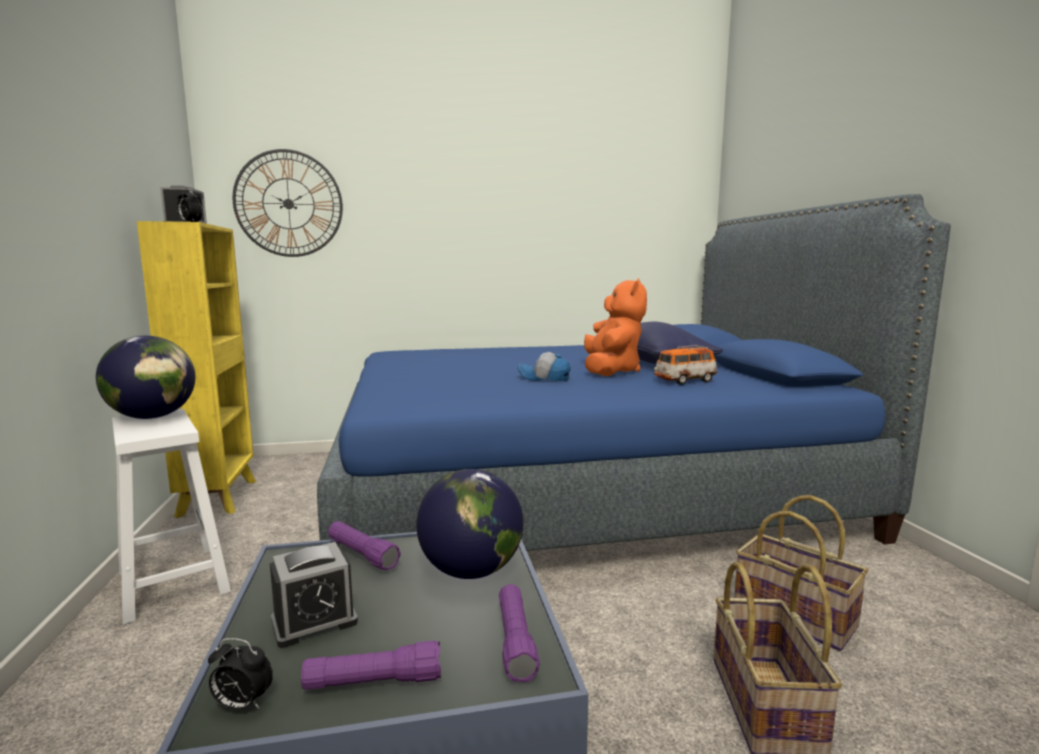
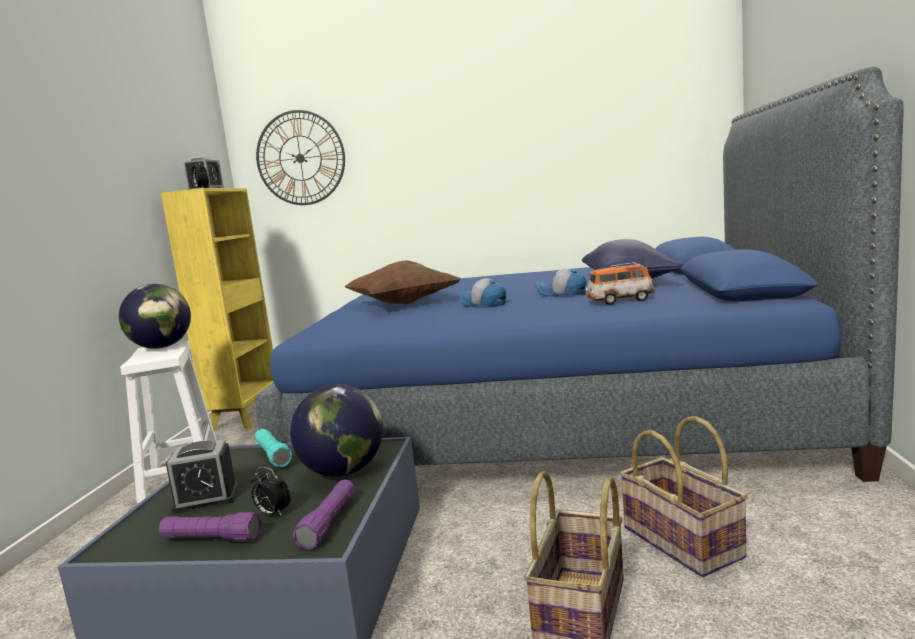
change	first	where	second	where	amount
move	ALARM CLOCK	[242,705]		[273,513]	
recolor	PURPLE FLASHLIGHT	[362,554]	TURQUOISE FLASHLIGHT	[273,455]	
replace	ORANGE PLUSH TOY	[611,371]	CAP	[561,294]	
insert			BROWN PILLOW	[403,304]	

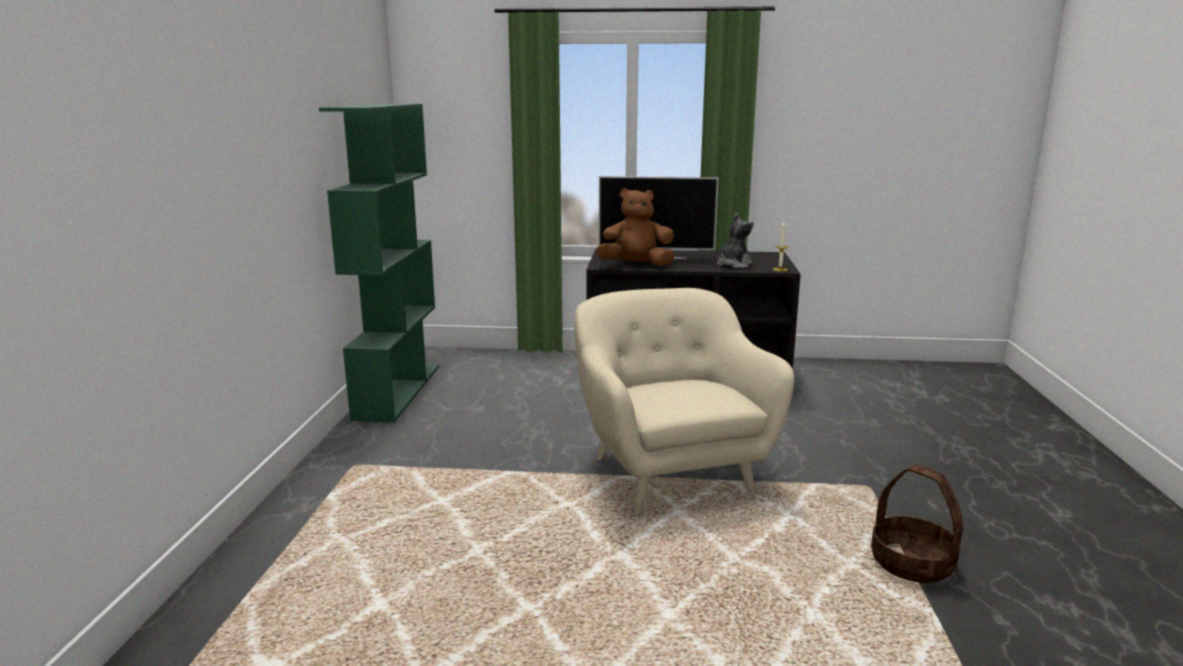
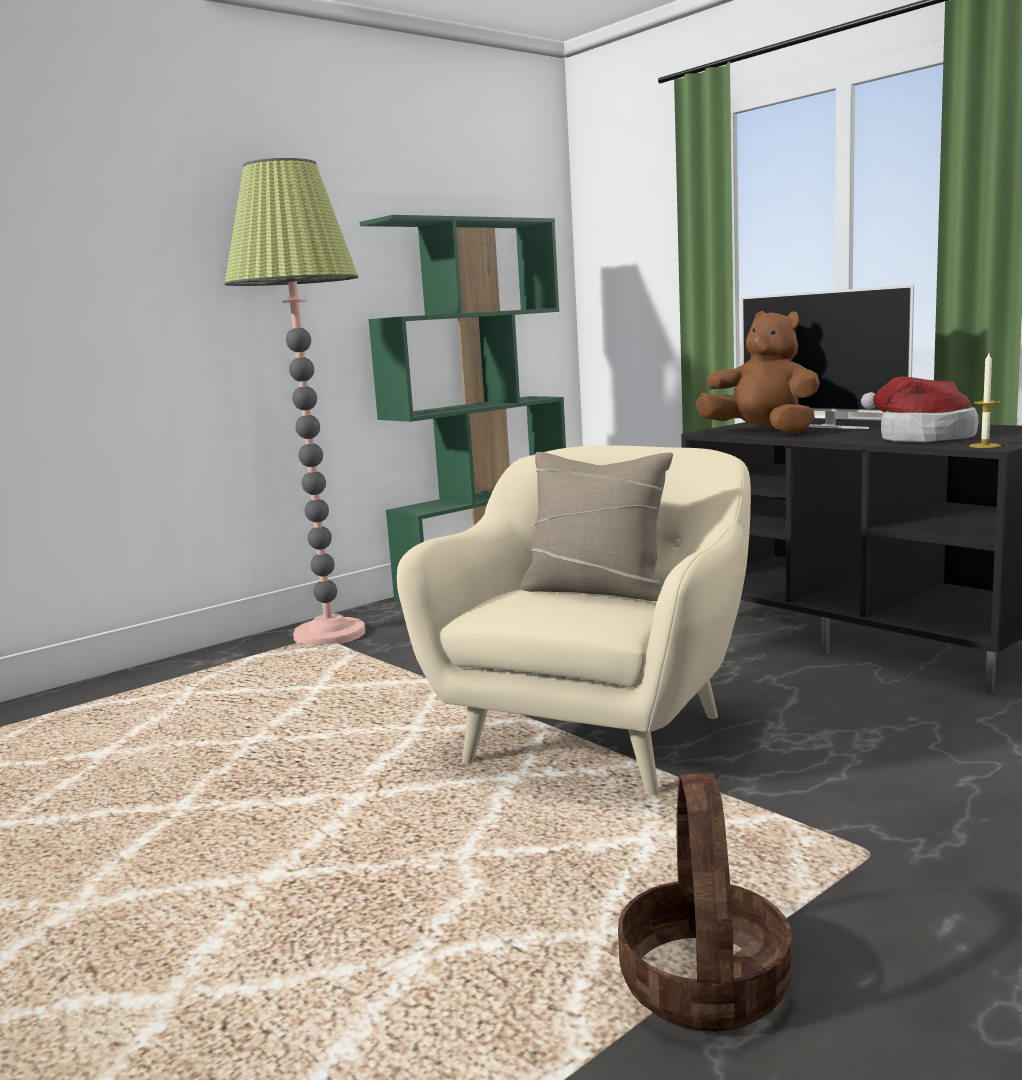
change	first	where	second	where	amount
replace	PLUSH TOY	[733,265]	HAT	[920,437]	
insert			FLOOR LAMP	[329,634]	
insert			BEIGE PILLOW	[597,590]	

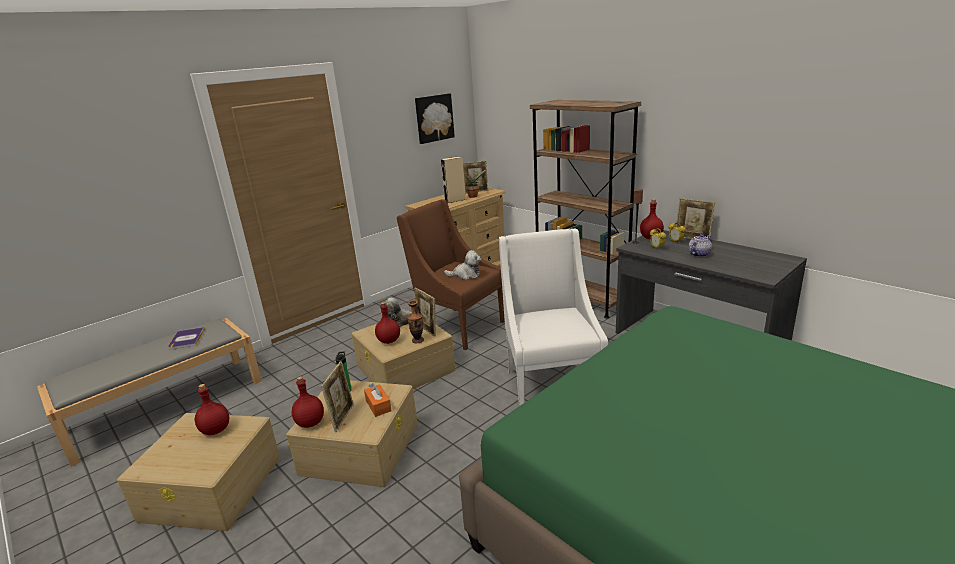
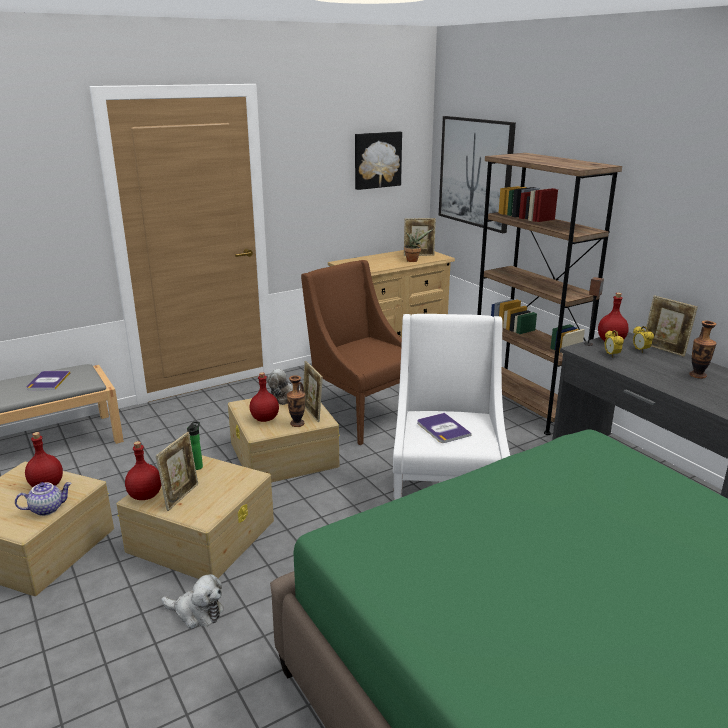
change	first	where	second	where	amount
delete	ORANGE TISSUE BOX	[378,405]			
delete	BEIGE SPEAKER	[455,200]			
move	PLUSH TOY	[466,275]		[197,612]	
move	TEAPOT	[698,254]		[47,509]	
insert			BOOK	[443,429]	
insert			PICTURE	[475,172]	
insert			VASE	[697,375]	

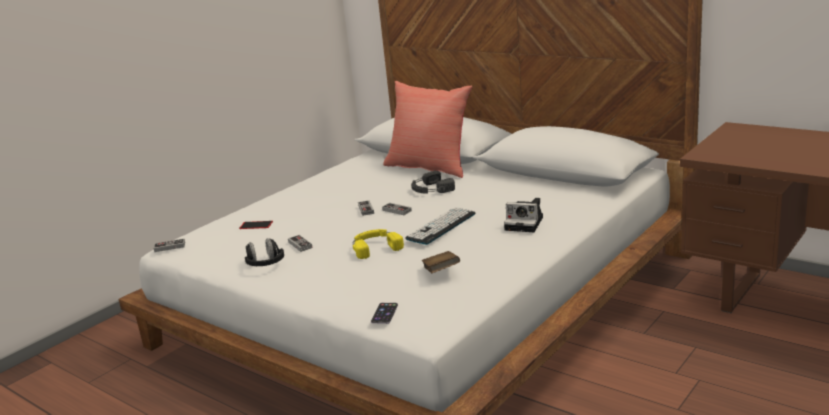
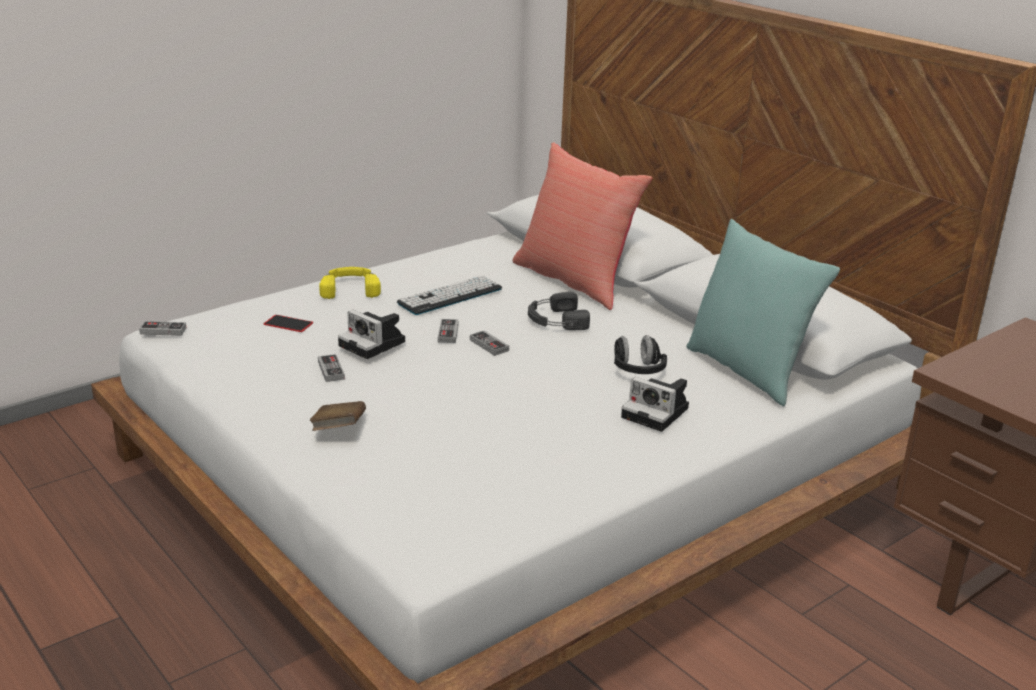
change	first	where	second	where	amount
move	BLACK HEADPHONES	[265,264]		[637,370]	
move	YELLOW HEADPHONES	[375,247]		[350,288]	
delete	PHONE	[384,313]			
move	KEYBOARD	[441,226]		[450,296]	
move	BROWN BOOK	[441,272]		[339,430]	
insert			PHOTO CAMERA	[374,344]	
insert			TURQUOISE PILLOW	[748,371]	

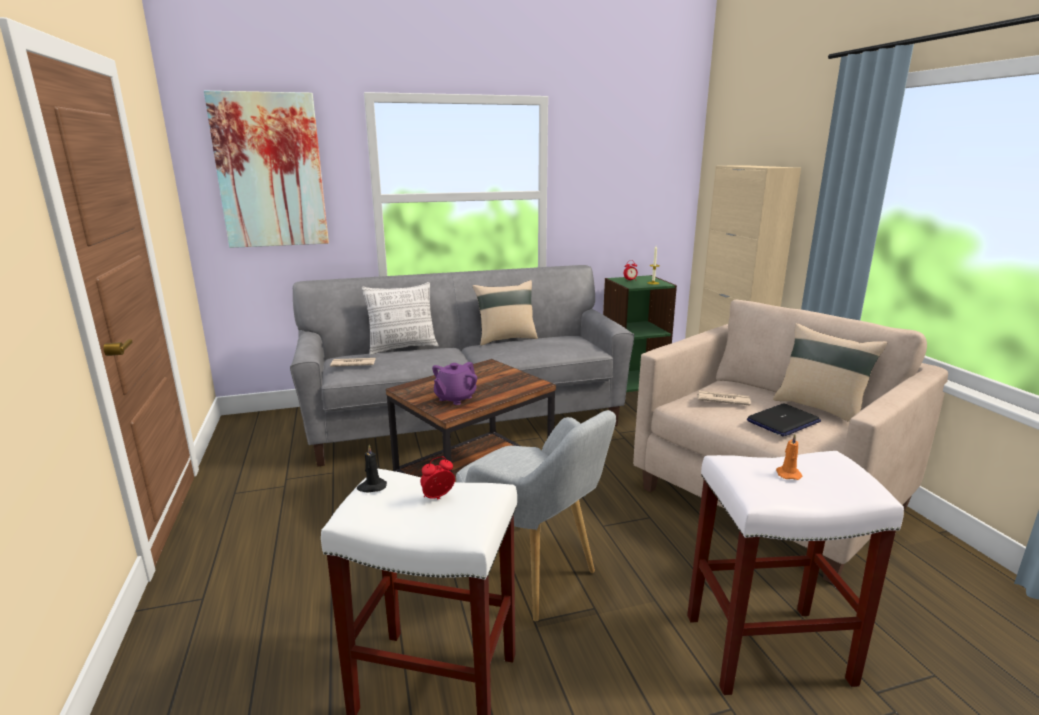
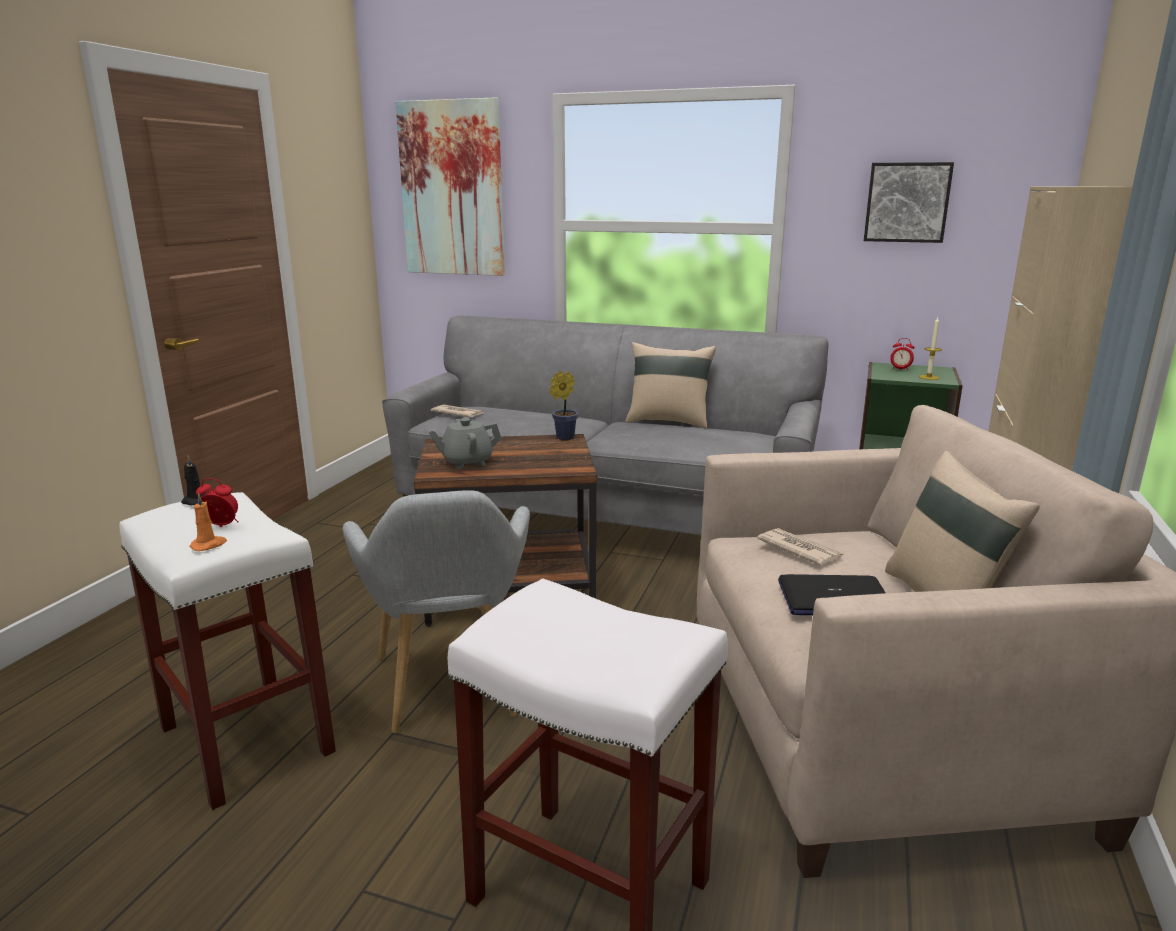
change	first	where	second	where	amount
delete	PILLOW	[403,348]			
recolor	PURPLE TEAPOT	[455,398]	GREY TEAPOT	[466,462]	
move	ORANGE CANDLE	[787,474]		[209,545]	
insert			POTTED PLANT	[563,438]	
insert			PICTURE	[907,202]	

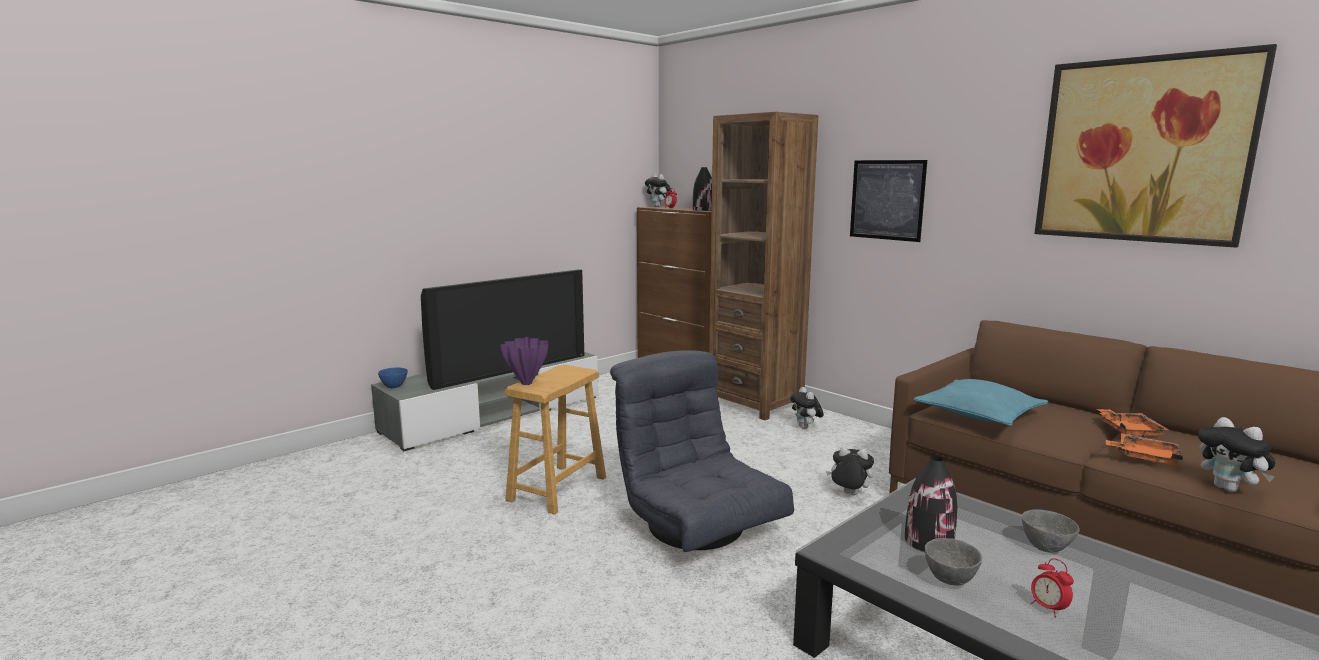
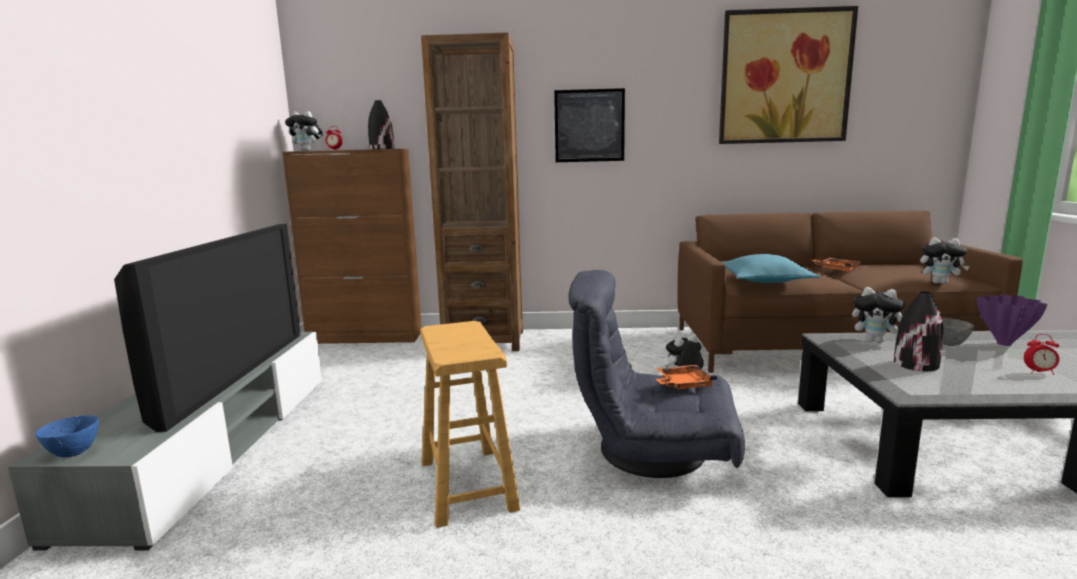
change	first	where	second	where	amount
move	PURPLE VASE	[526,383]		[1005,344]	
move	PLUSH TOY	[805,427]		[876,341]	
delete	GREY BOWL	[951,581]			
move	ORANGE TRAY	[1144,457]		[683,385]	

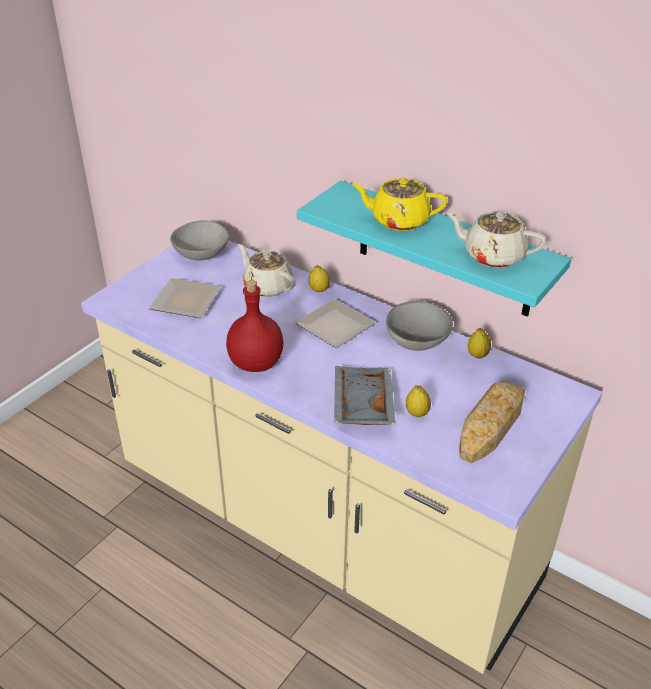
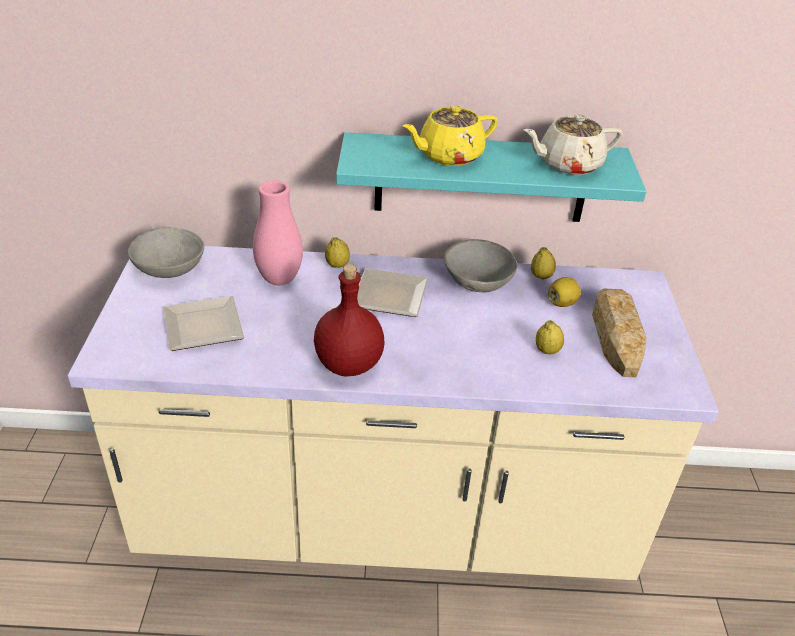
change	first	where	second	where	amount
replace	BEIGE TEAPOT	[267,286]	PINK VASE	[279,279]	
delete	GREY TRAY	[361,405]			
insert			LEMON	[562,303]	

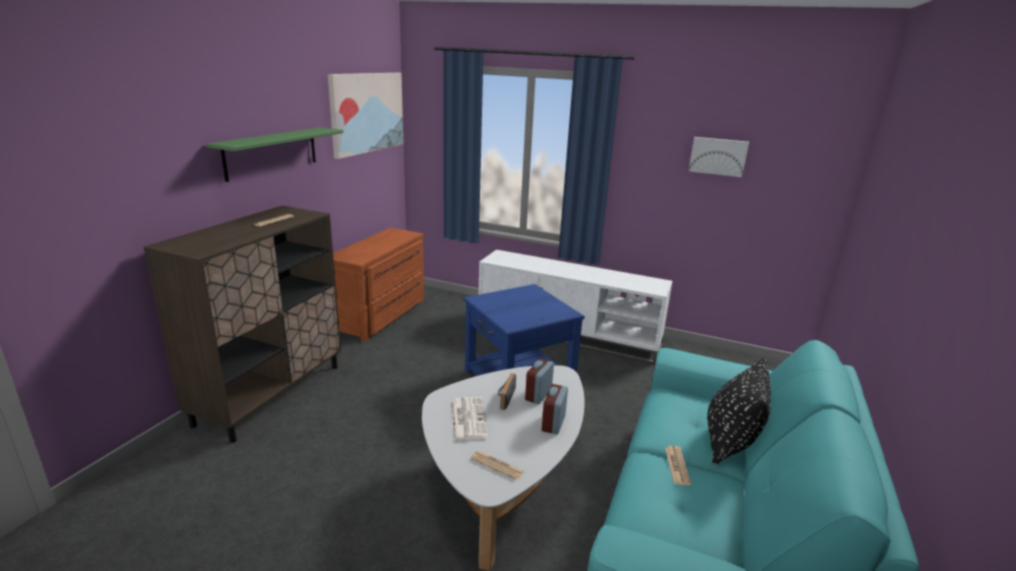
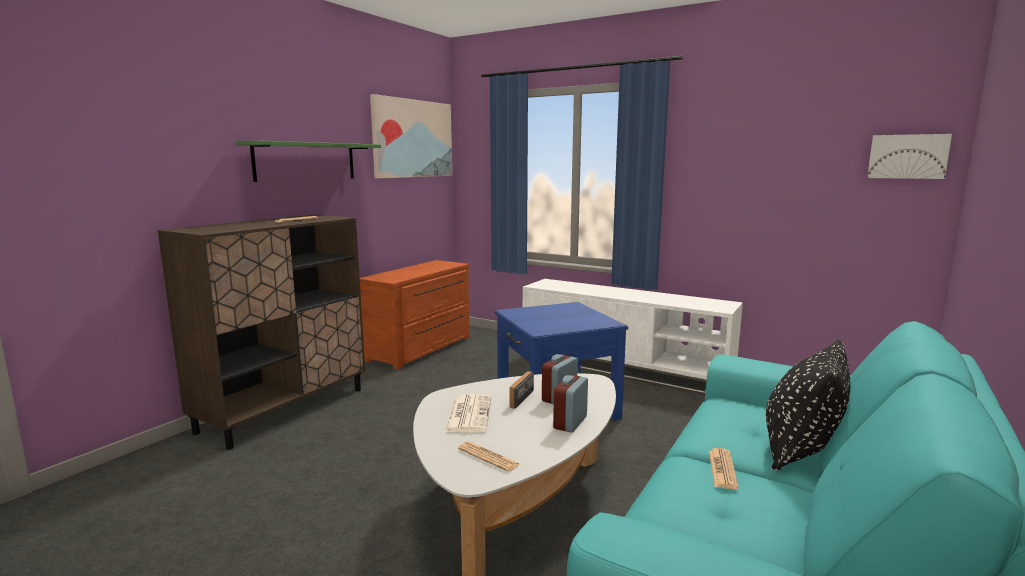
change	first	where	second	where	amount
move	PICTURE	[718,156]		[907,156]	

